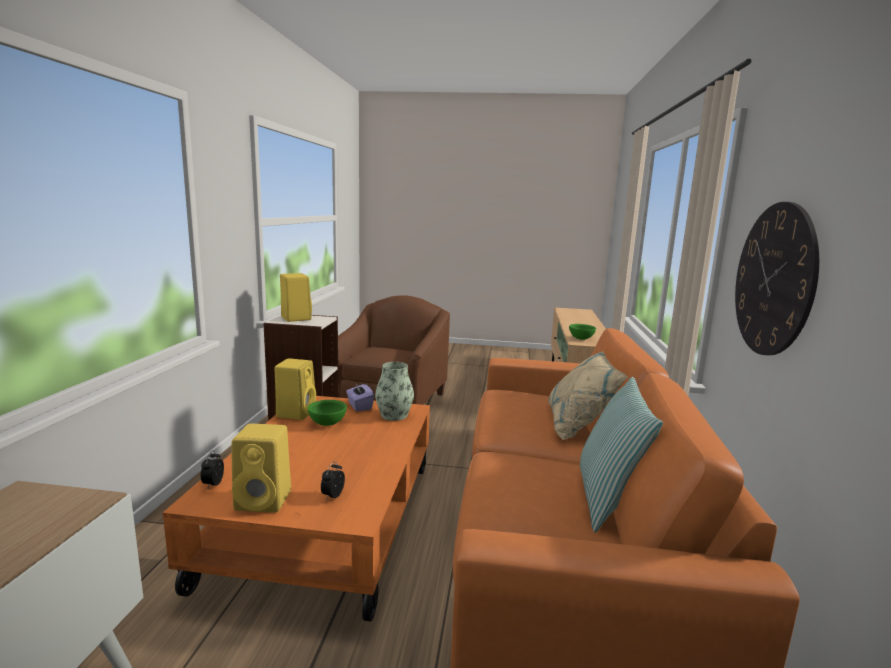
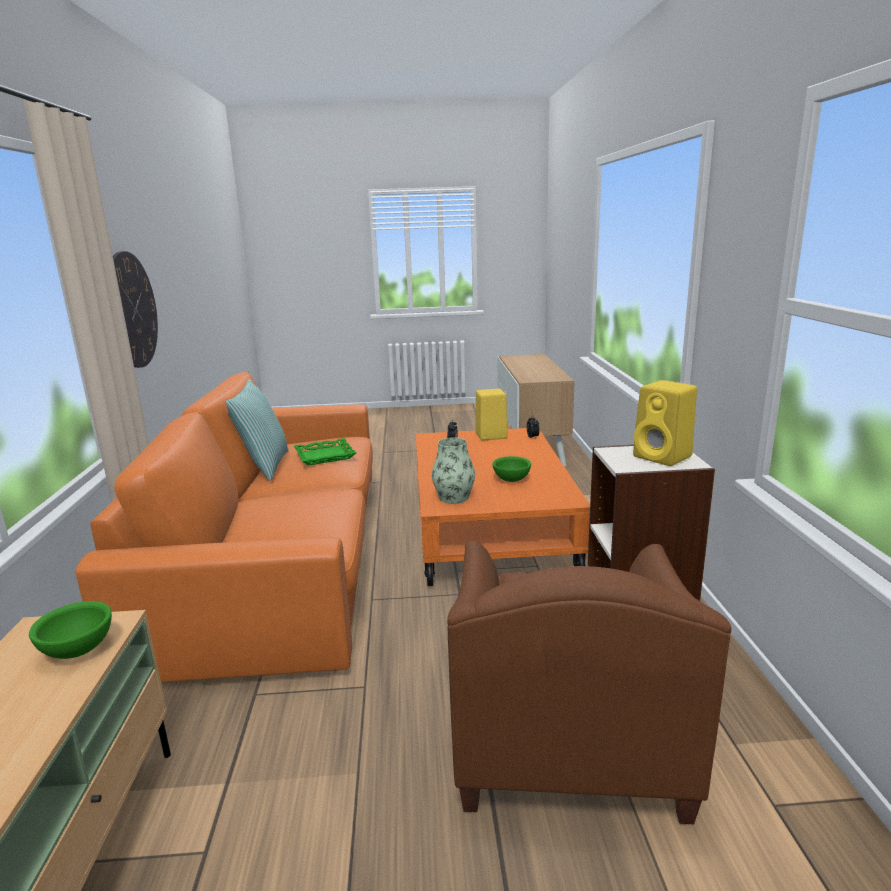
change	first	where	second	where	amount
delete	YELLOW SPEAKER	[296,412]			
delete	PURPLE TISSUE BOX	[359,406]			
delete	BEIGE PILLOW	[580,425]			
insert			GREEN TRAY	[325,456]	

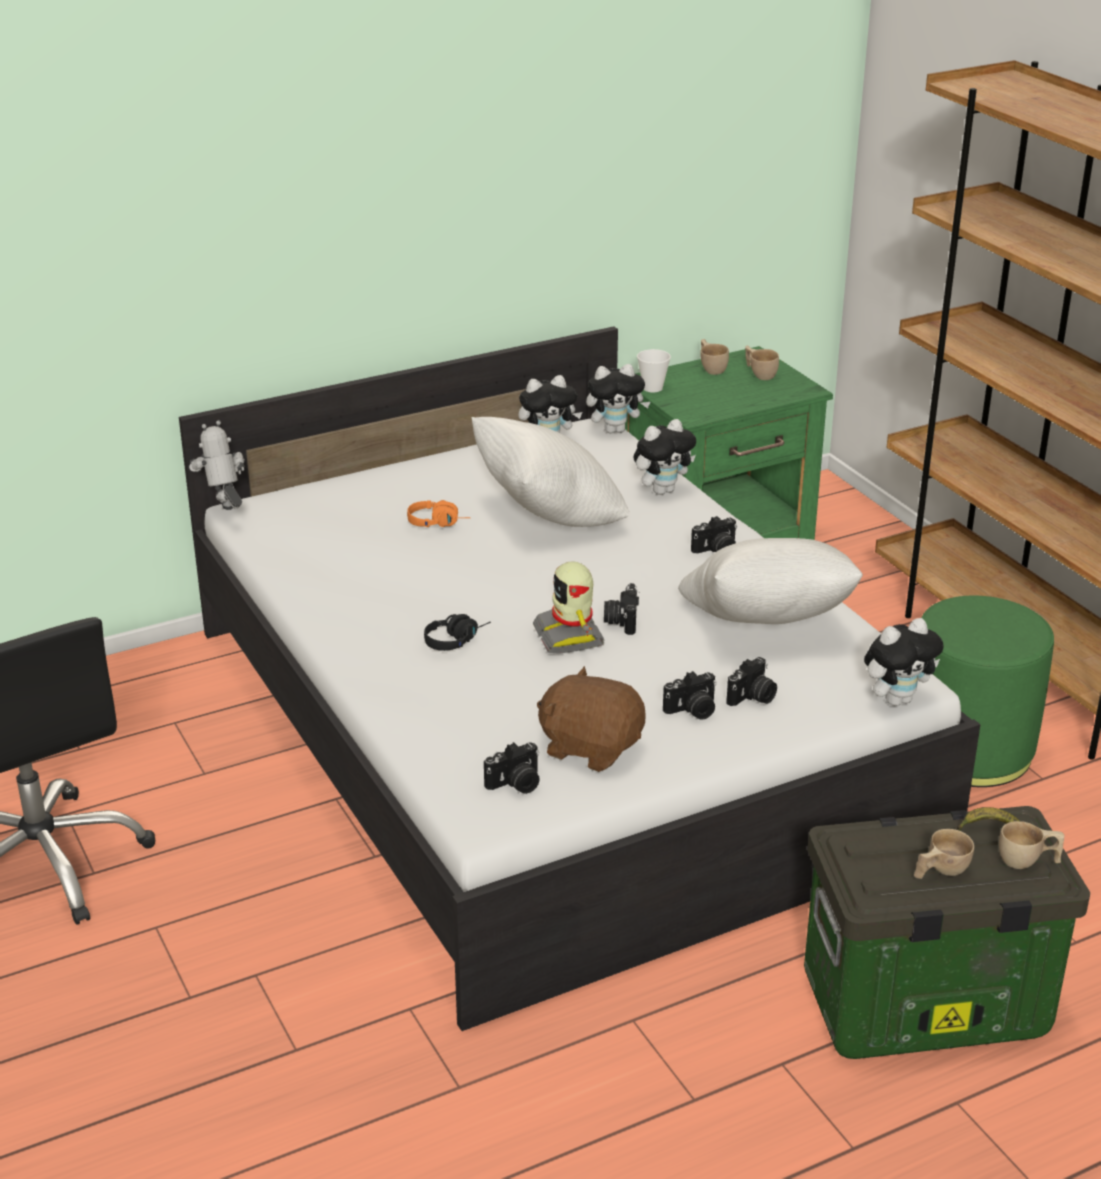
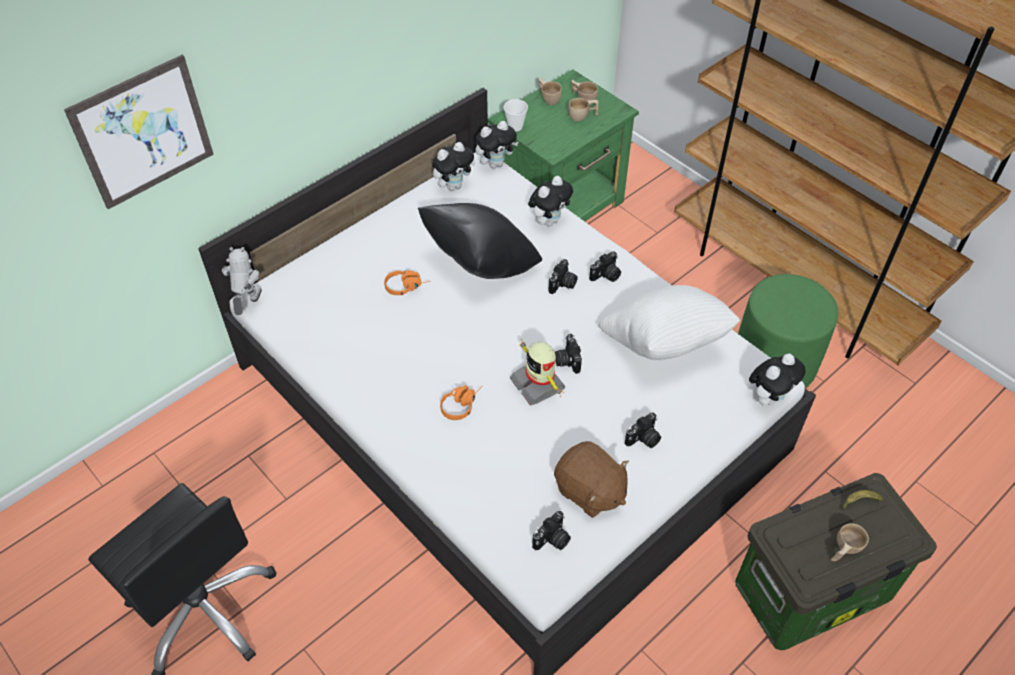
change	first	where	second	where	amount
rotate	TOY ROBOT	[226,513]		[248,305]	45 degrees clockwise
recolor	BLACK HEADPHONES	[457,640]	ORANGE HEADPHONES	[462,403]	
recolor	WHITE PILLOW	[548,517]	BLACK PILLOW	[481,264]	
rotate	BROWN PLUSH TOY	[591,747]		[589,491]	150 degrees counterclockwise
move	PHOTO CAMERA	[752,697]		[563,284]	
move	BEIGE CUP	[1028,861]		[582,117]	
insert			PICTURE	[143,132]	

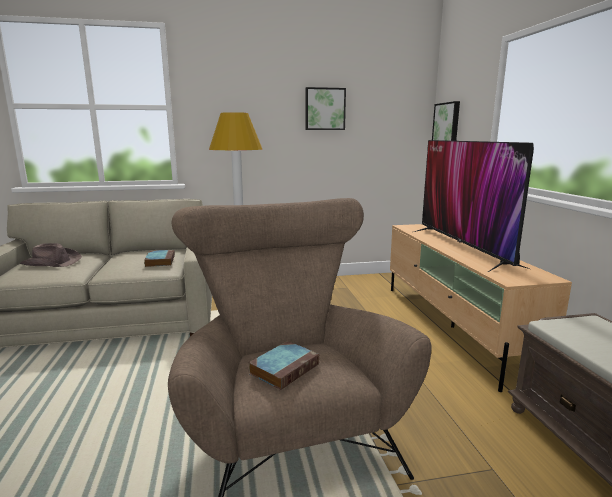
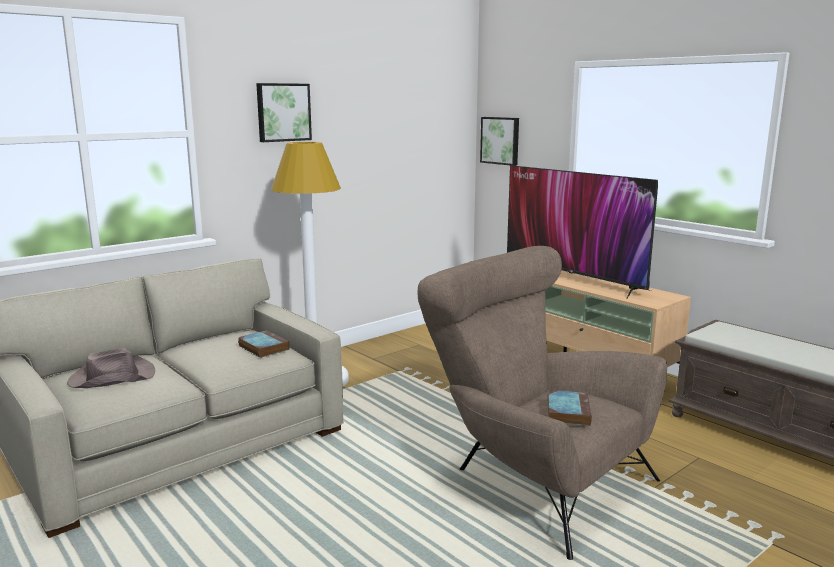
change	first	where	second	where	amount
move	PICTURE	[325,109]		[283,112]	

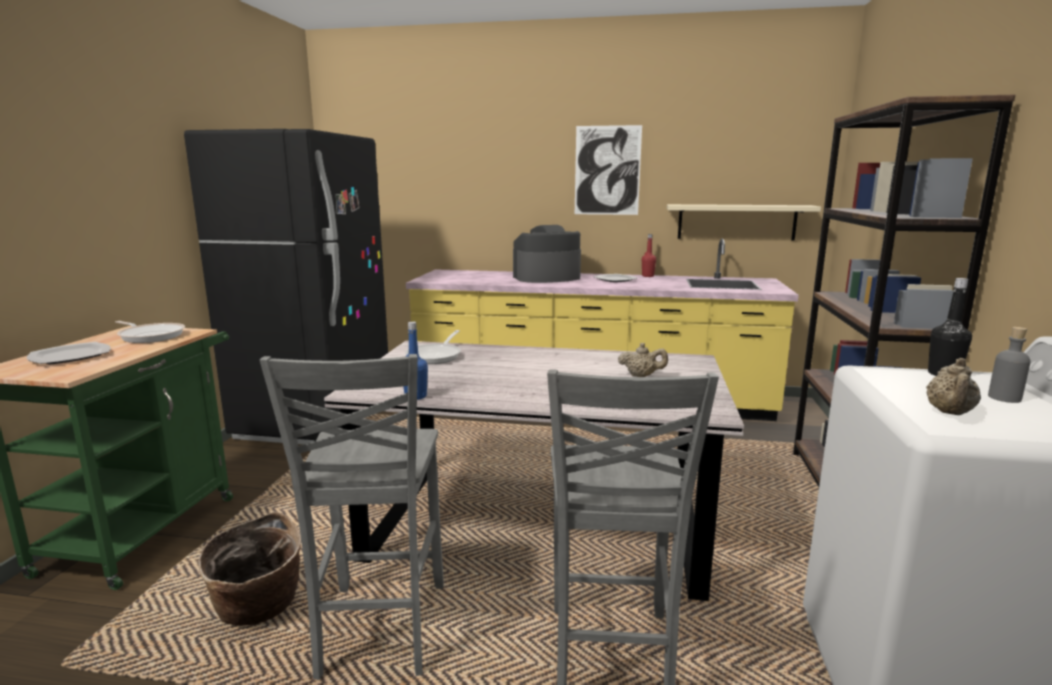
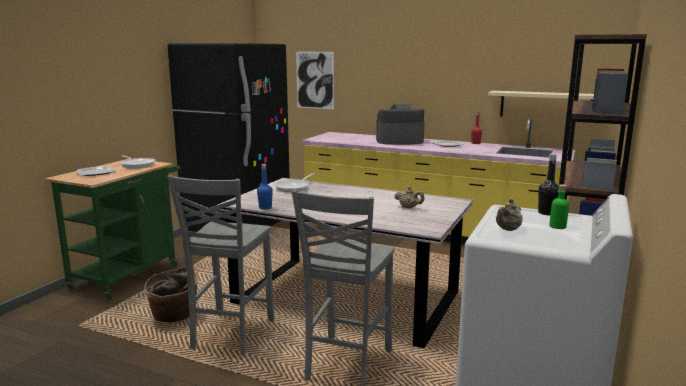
change	first	where	second	where	amount
move	PICTURE	[607,170]		[315,80]	
recolor	GREY BOTTLE	[1004,398]	GREEN BOTTLE	[557,226]	

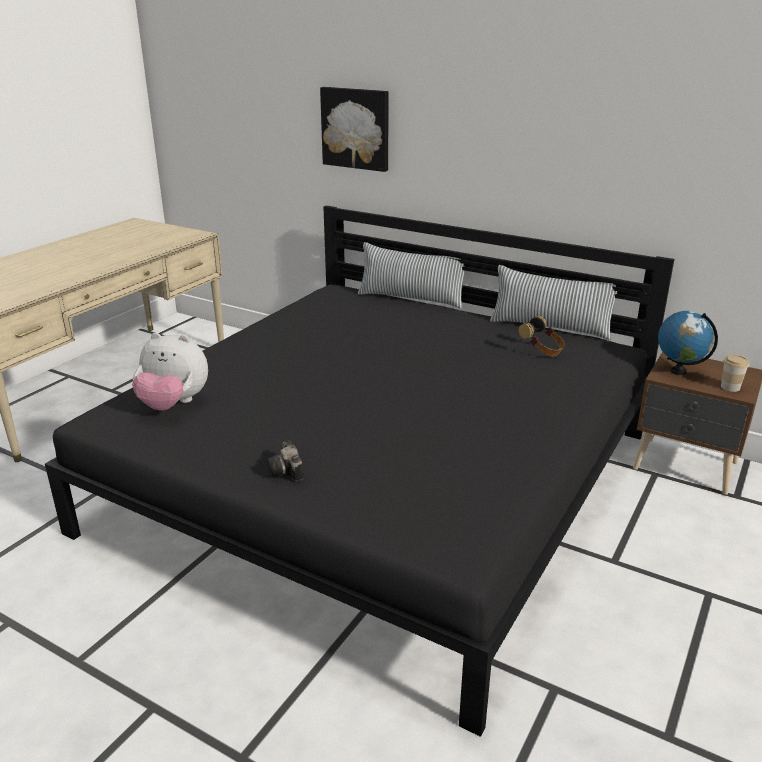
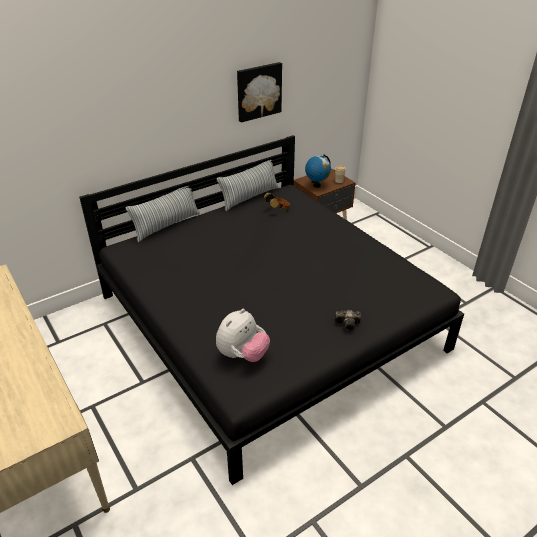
change	first	where	second	where	amount
move	PICTURE	[356,128]		[258,91]	

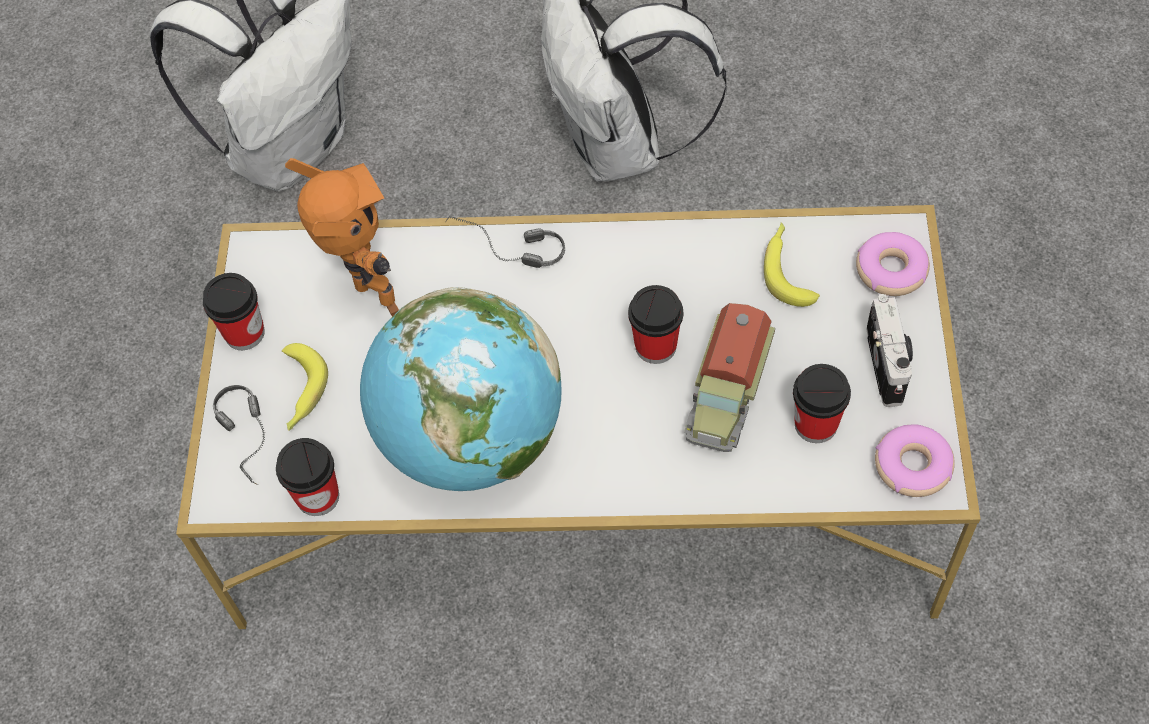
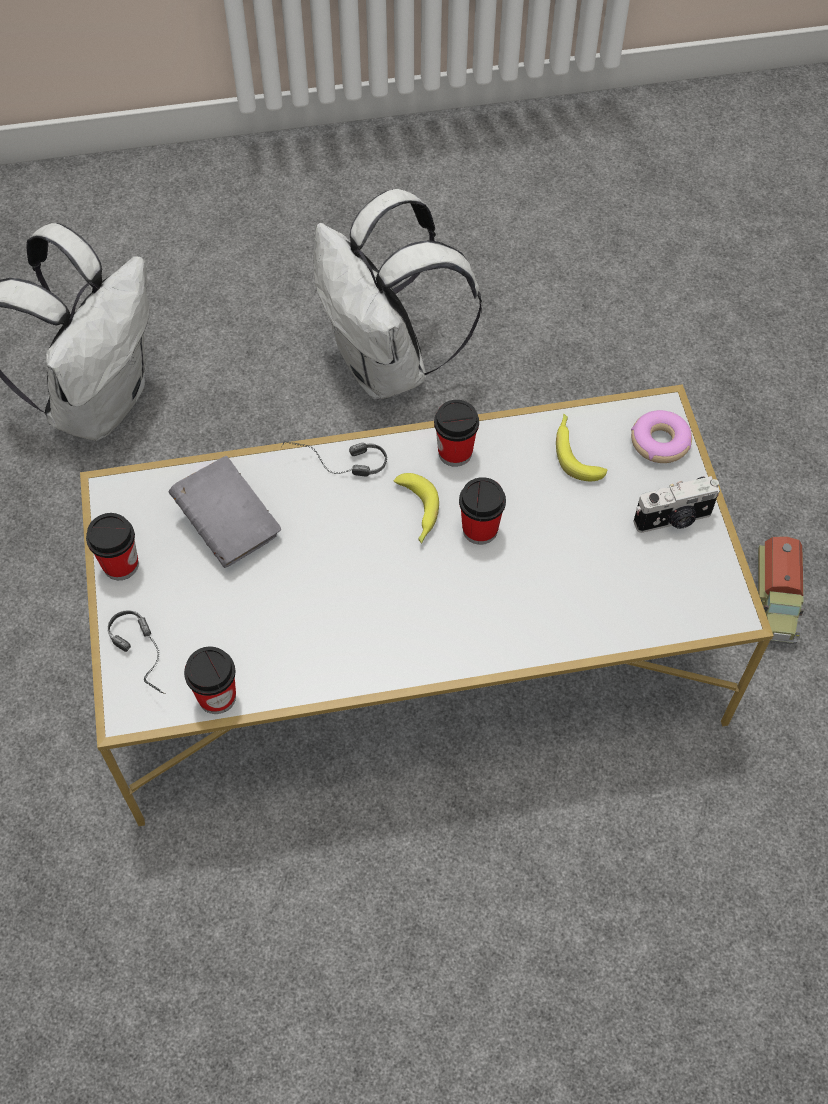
change	first	where	second	where	amount
move	BANANA	[300,393]		[417,513]	
replace	TOY ROBOT	[371,305]	GREY BOOK	[228,526]	
delete	GLOBE	[471,440]			
move	TOY TRUCK	[727,391]		[776,600]	
move	CUP	[815,424]		[455,452]	
rotate	PHOTO CAMERA	[888,364]		[673,520]	90 degrees clockwise
delete	DONUT	[912,466]			

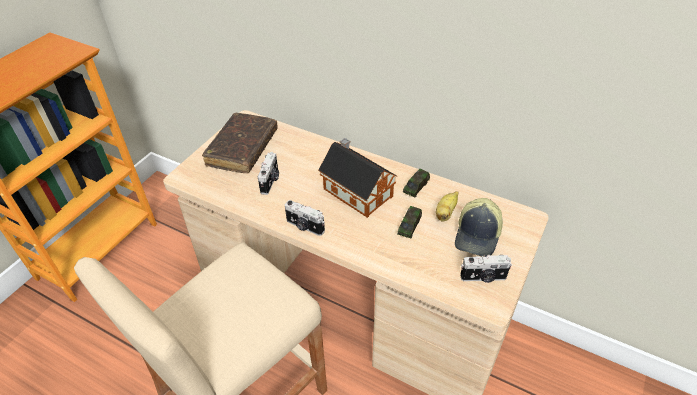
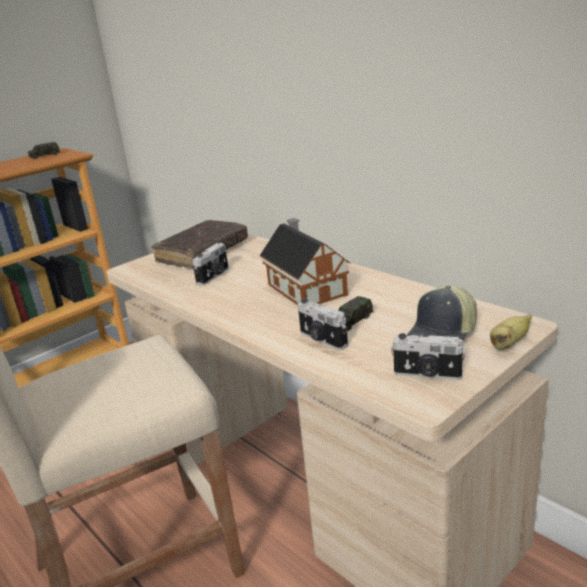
change	first	where	second	where	amount
move	PHOTO CAMERA	[304,227]		[322,340]	
move	TOY CAR	[416,187]		[45,156]	
move	BANANA	[445,213]		[509,344]	

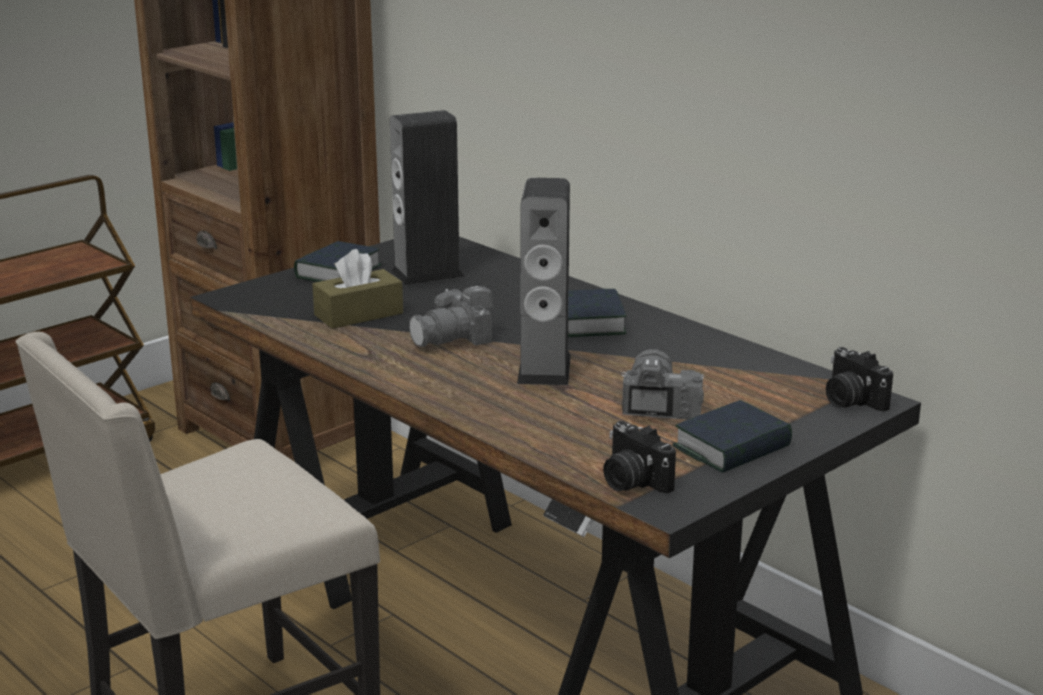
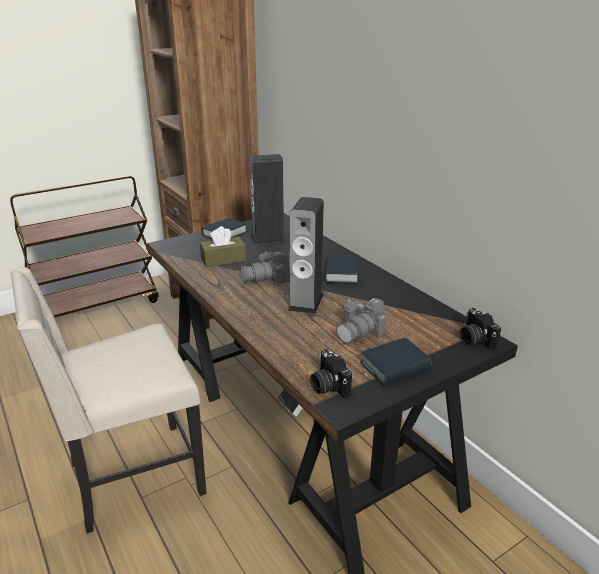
change	first	where	second	where	amount
rotate	PHOTO CAMERA	[657,404]		[360,331]	150 degrees counterclockwise

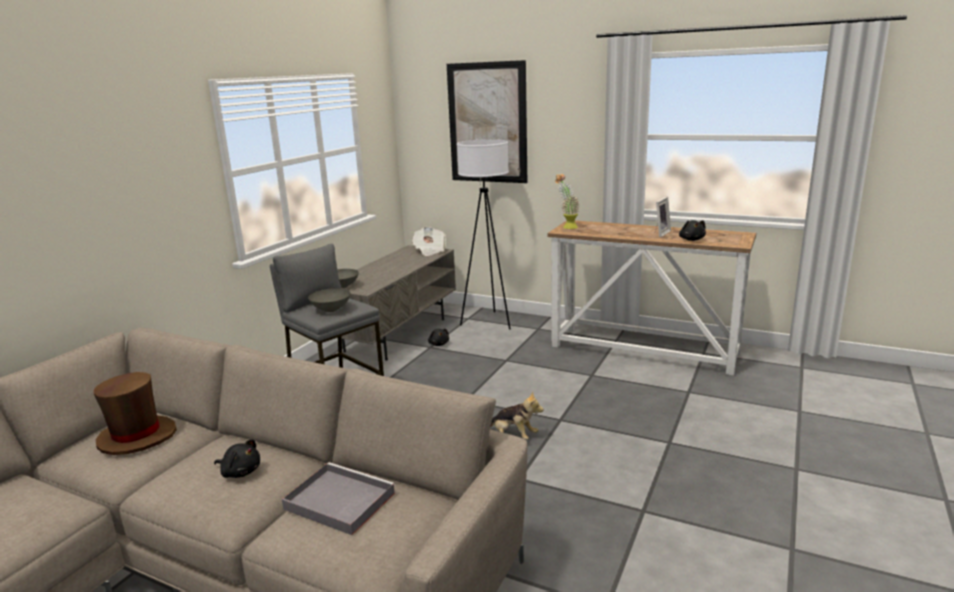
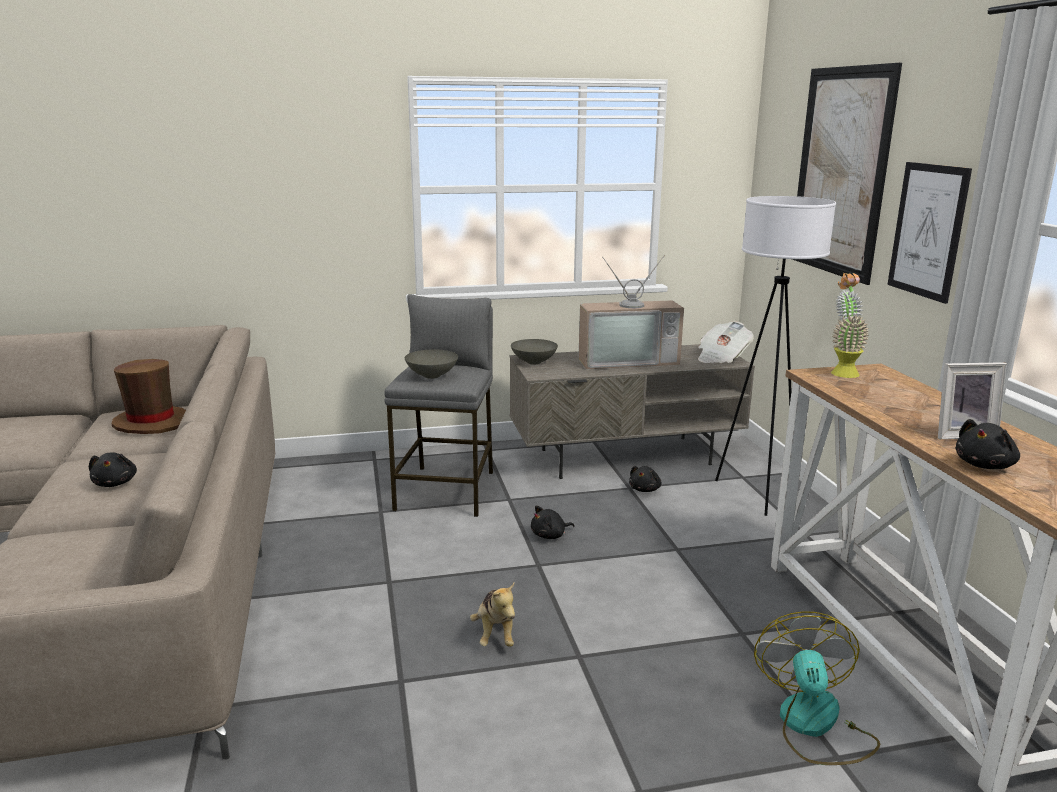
change	first	where	second	where	amount
delete	GREY TRAY	[337,501]			
insert			BLACK PLUSH TOY	[550,535]	
insert			TELEVISION	[627,360]	
insert			FAN	[814,726]	
insert			PICTURE	[927,231]	

